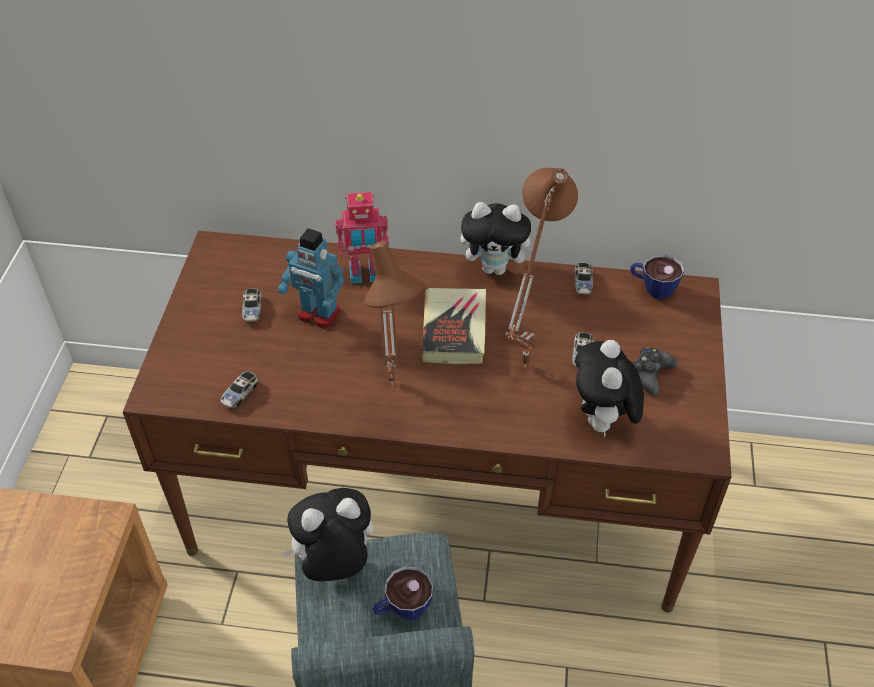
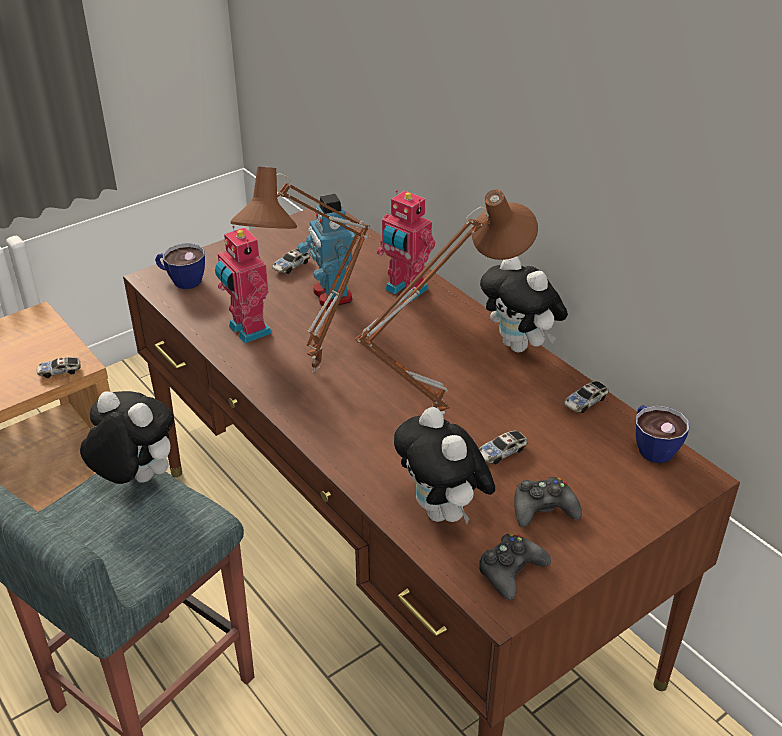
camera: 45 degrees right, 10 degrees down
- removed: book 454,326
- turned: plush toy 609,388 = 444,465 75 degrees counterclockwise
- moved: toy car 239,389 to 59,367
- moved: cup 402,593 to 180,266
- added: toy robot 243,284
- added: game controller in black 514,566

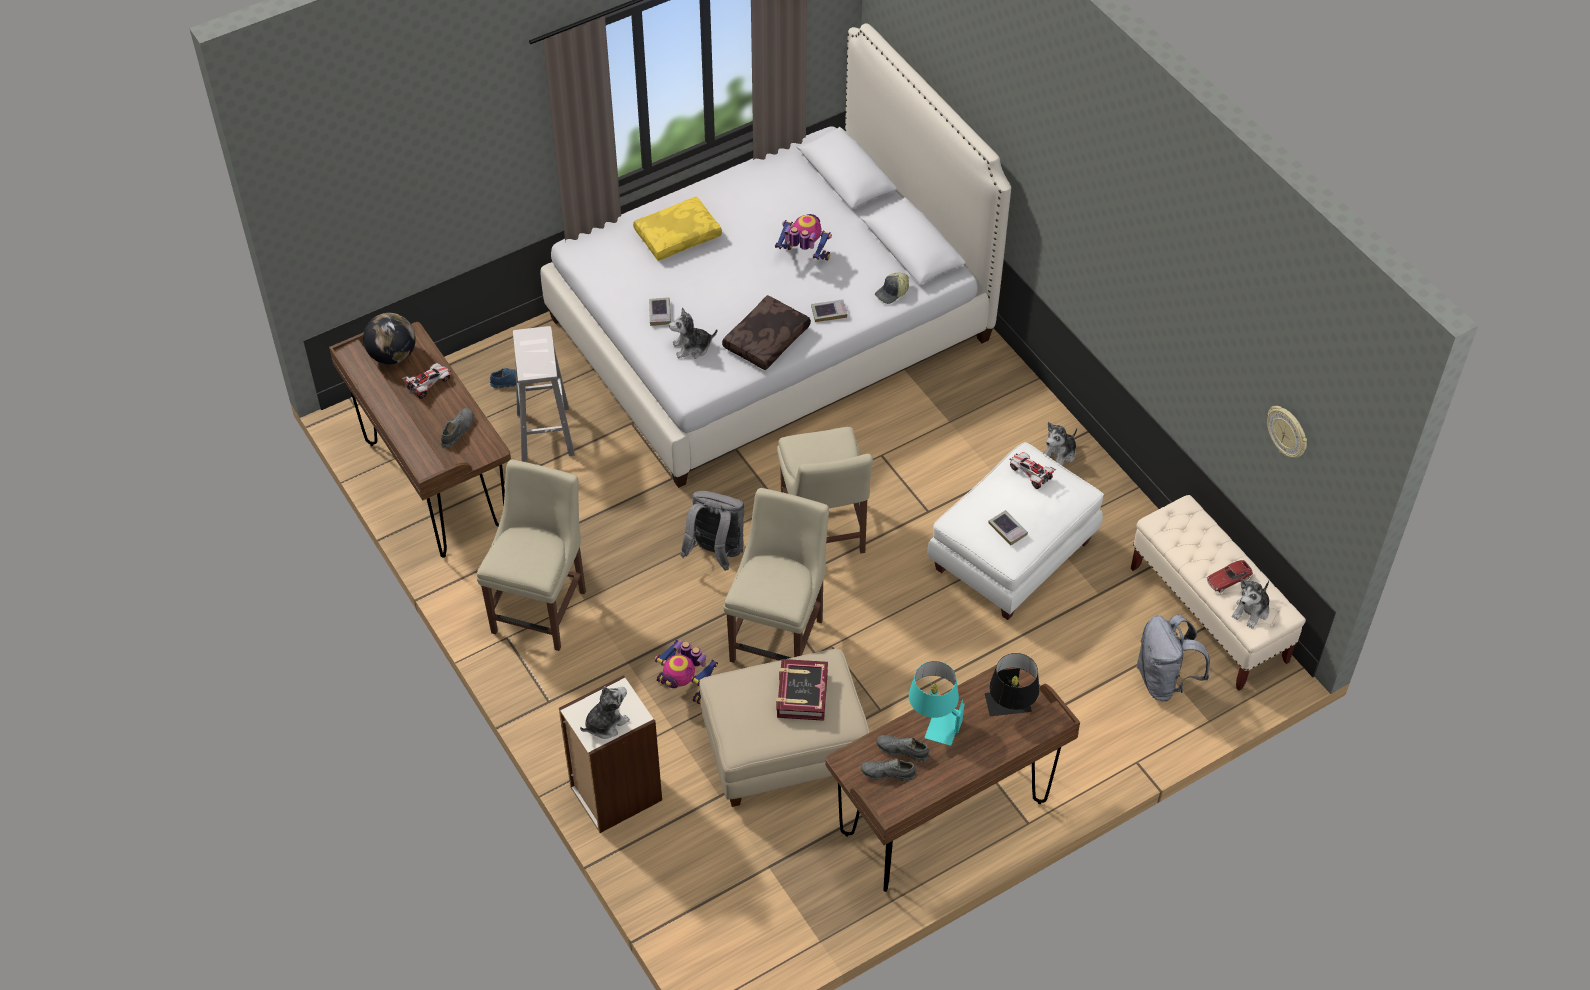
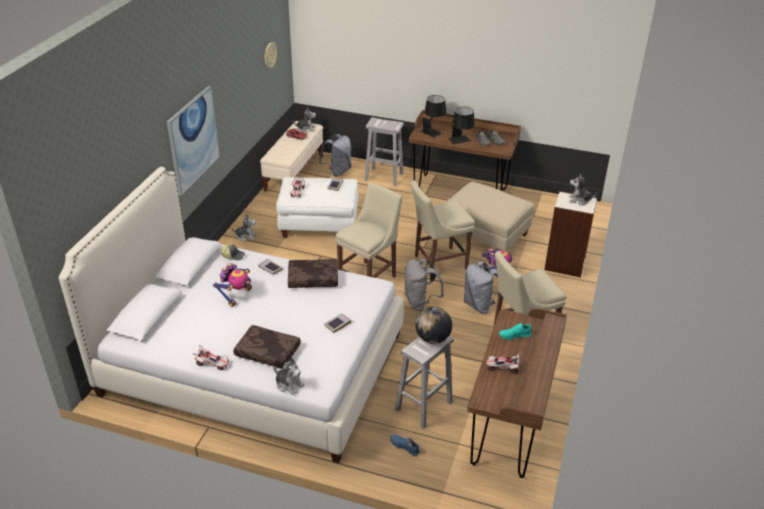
camera: 130 degrees left, 15 degrees down
- recoloured: pillow in yellow 677,228 to pillow in brown 267,347
- turned: toy robot 803,237 = 232,285 135 degrees counterclockwise
- moved: plush toy 693,333 to 289,376
- moved: globe 389,338 to 433,325
- recoloured: shoe in grey 456,427 to shoe in turquoise 515,331
- removed: book 802,690
- recoloured: table lamp in turquoise 936,703 to table lamp in black 461,125
- added: picture 193,141
- added: stool in white 384,151
- added: backpack in grey 481,288
- added: toy car 211,357

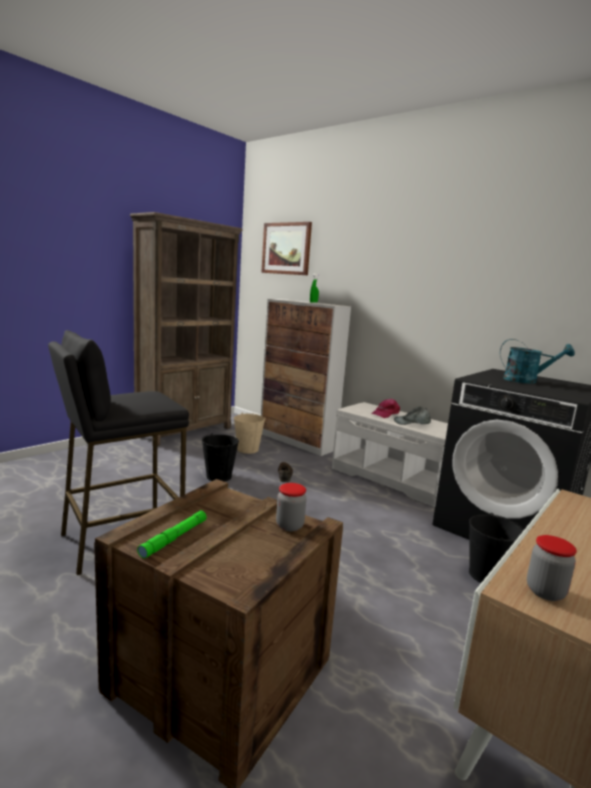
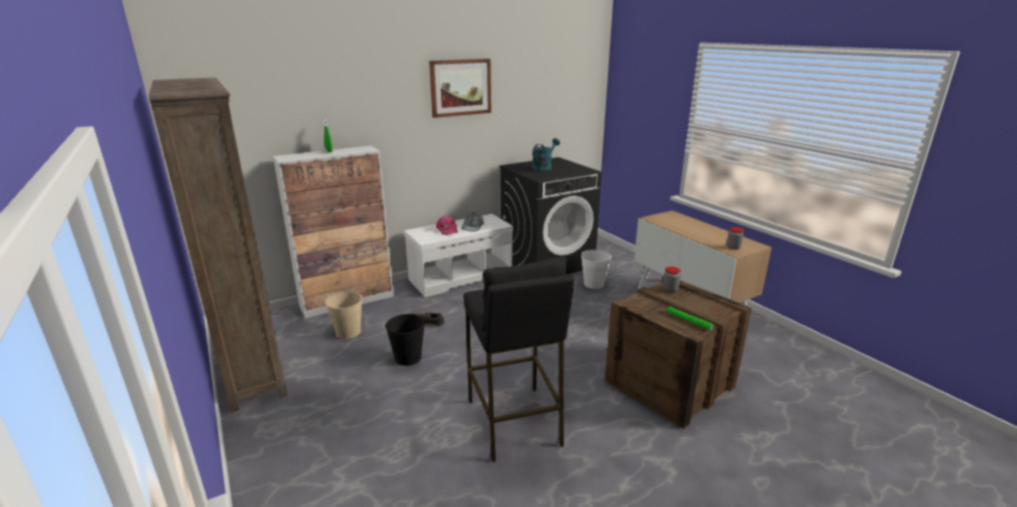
camera: 70 degrees left, 10 degrees up
- moved: picture 286,248 to 460,88
- recoloured: bucket in black 496,548 to bucket in white 596,269

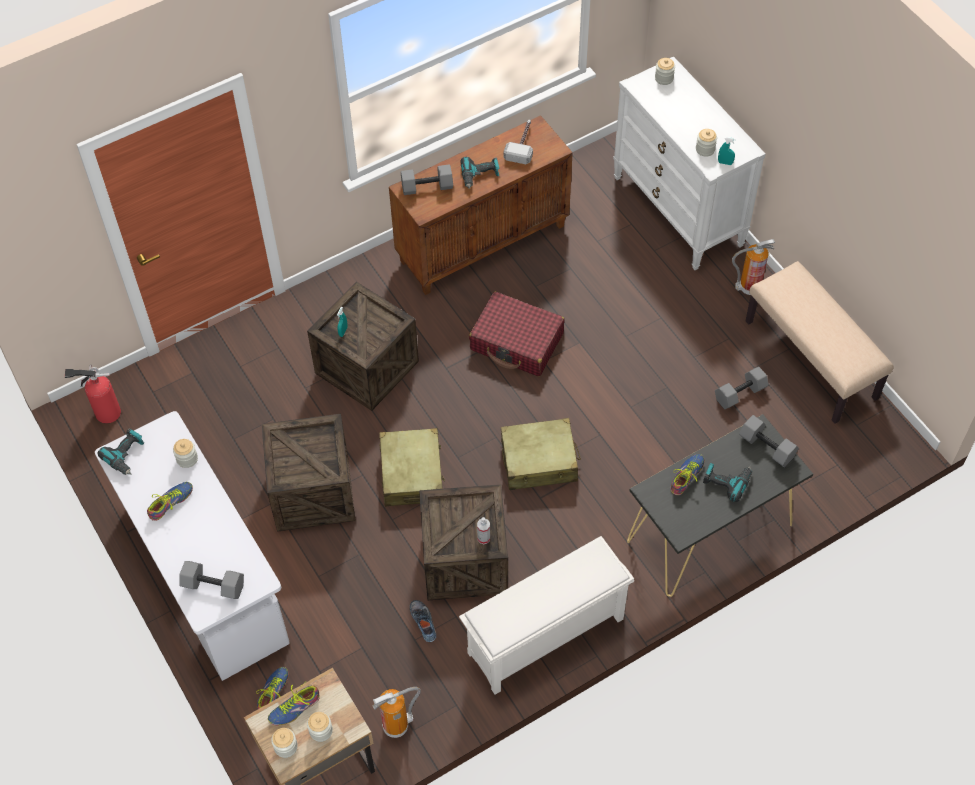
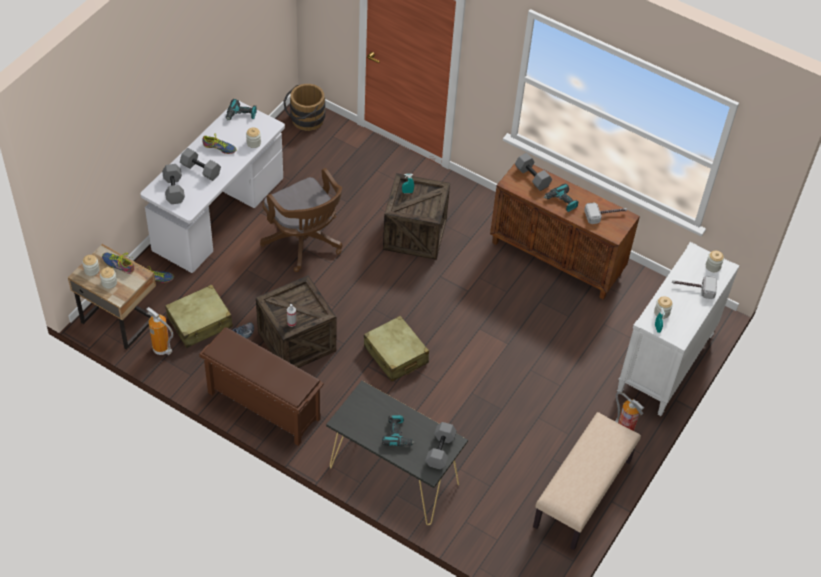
camera: 60 degrees right, 5 degrees down
- removed: suitcase in red 517,333
- replaced: fire extinguisher 93,394 to bucket in brown 304,107
- moved: dumbbell in grey 742,388 to 200,164
- replaced: crate 308,473 to office chair in brown 301,220
- moved: suitcase in beige 412,467 to 199,316
- removed: shoe 687,474
- recoloured: shoe rack in white 546,615 to shoe rack in brown 261,386
- added: hammer 694,287

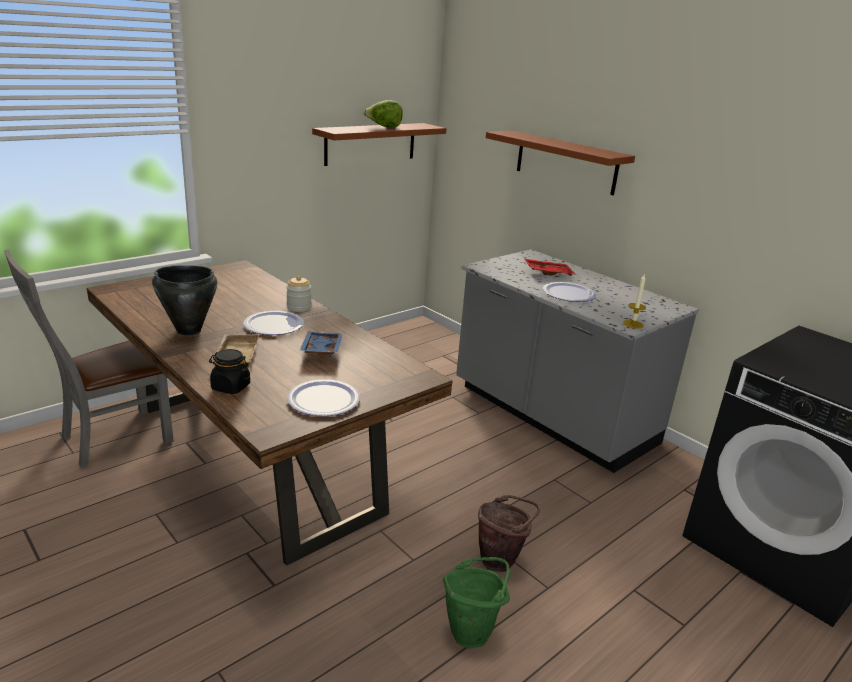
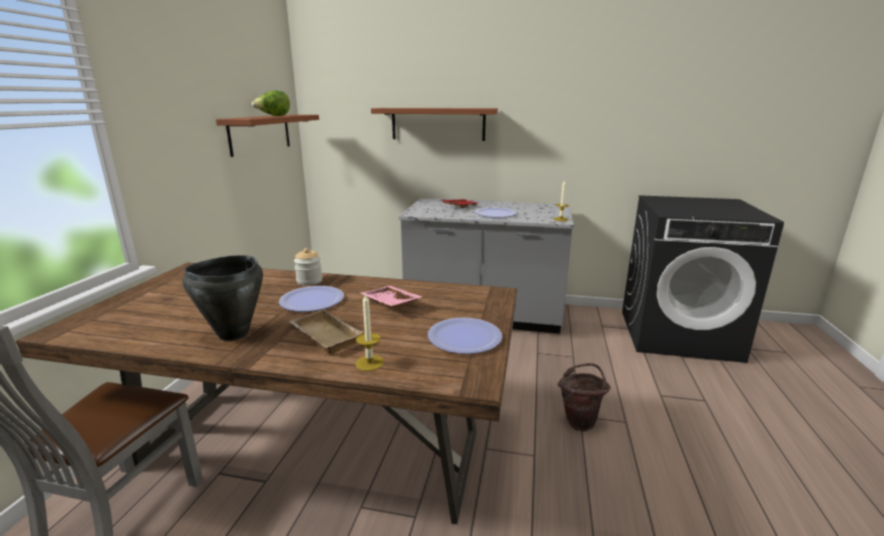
camera: 35 degrees left, 5 degrees down
- recoloured: tray in blue 321,342 to tray in pink 391,296
- replaced: jar in black 229,371 to candle 370,332
- removed: bucket in green 476,602

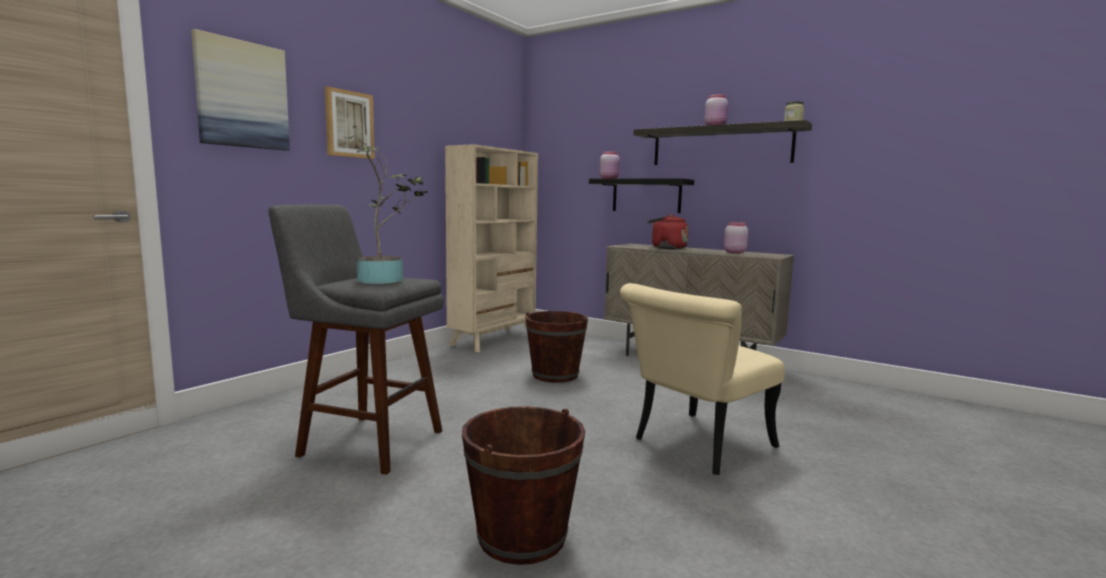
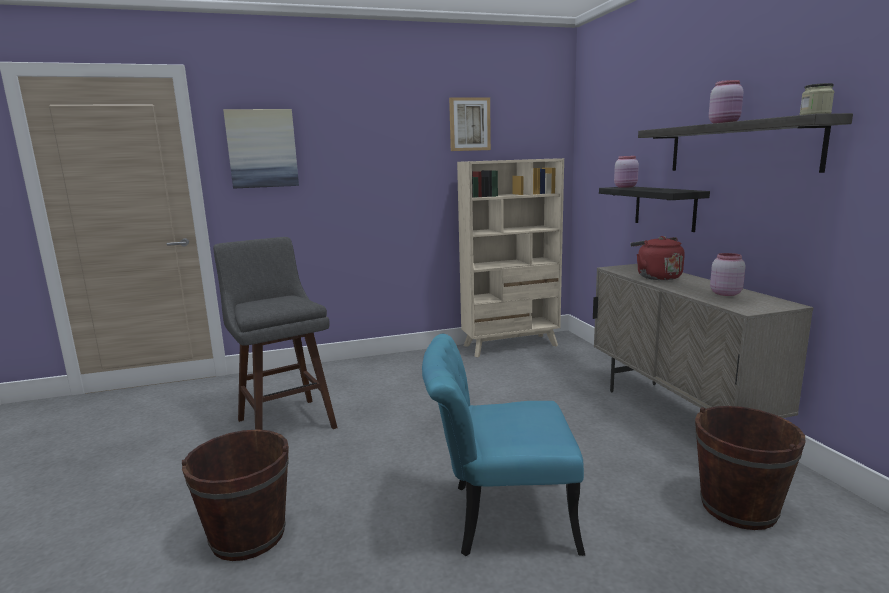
camera: 40 degrees right, 5 degrees up
- moved: picture 350,122 to 470,124
- removed: potted plant 385,209
- recoloured: chair in beige 702,379 to chair in turquoise 503,445
- moved: bucket in brown 556,347 to 750,468

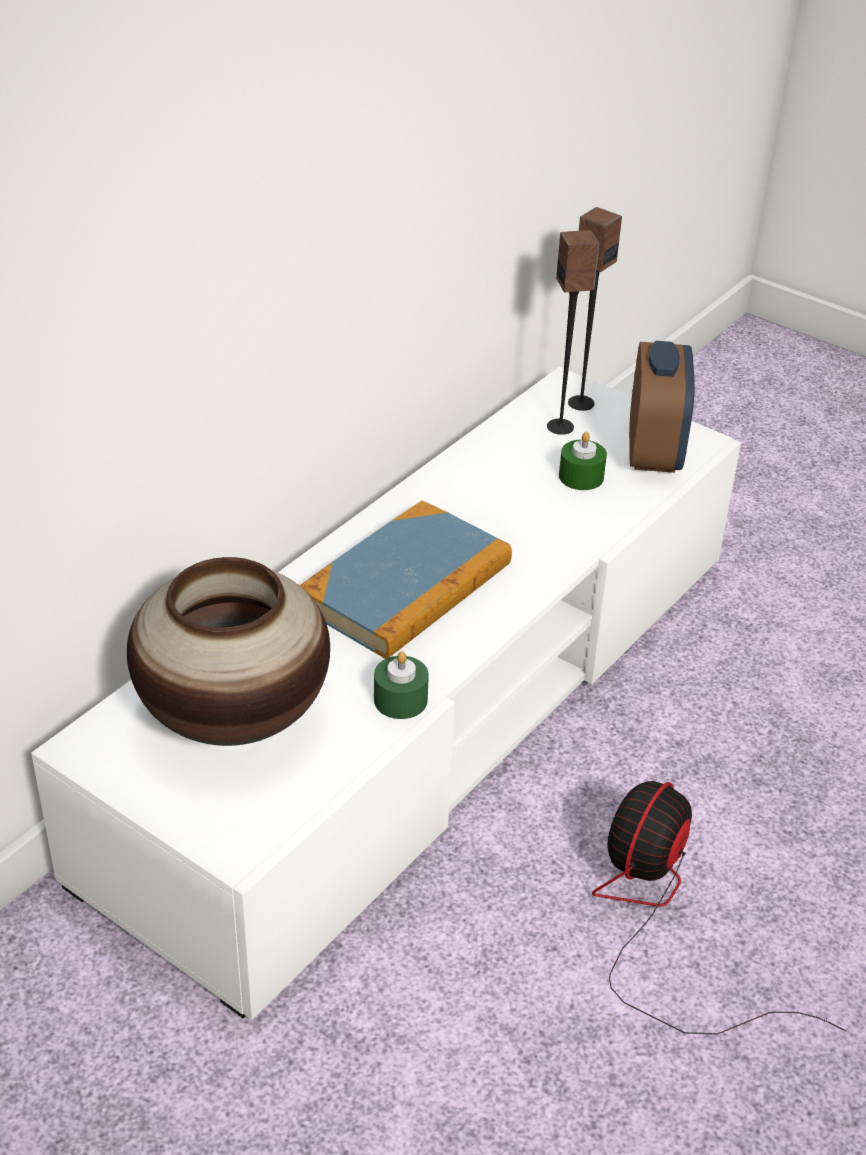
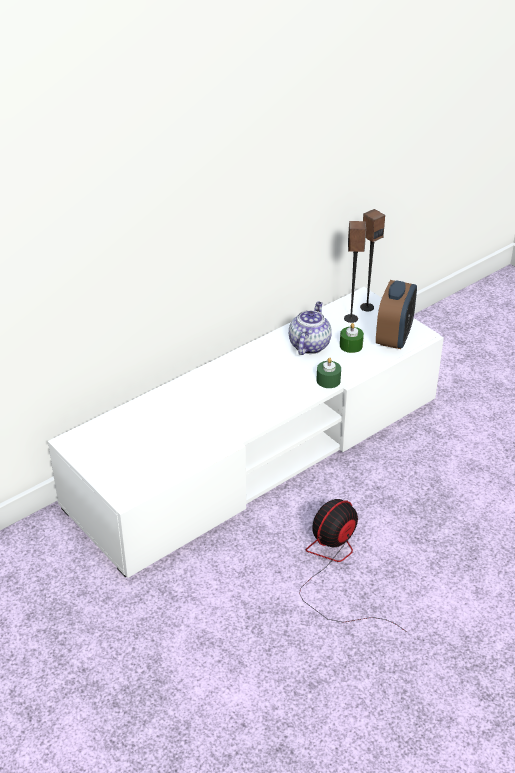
camera: 15 degrees right, 0 degrees up
- removed: book 406,579
- removed: vase 228,651
- moved: candle in green 401,685 to 328,373
- added: teapot 310,328

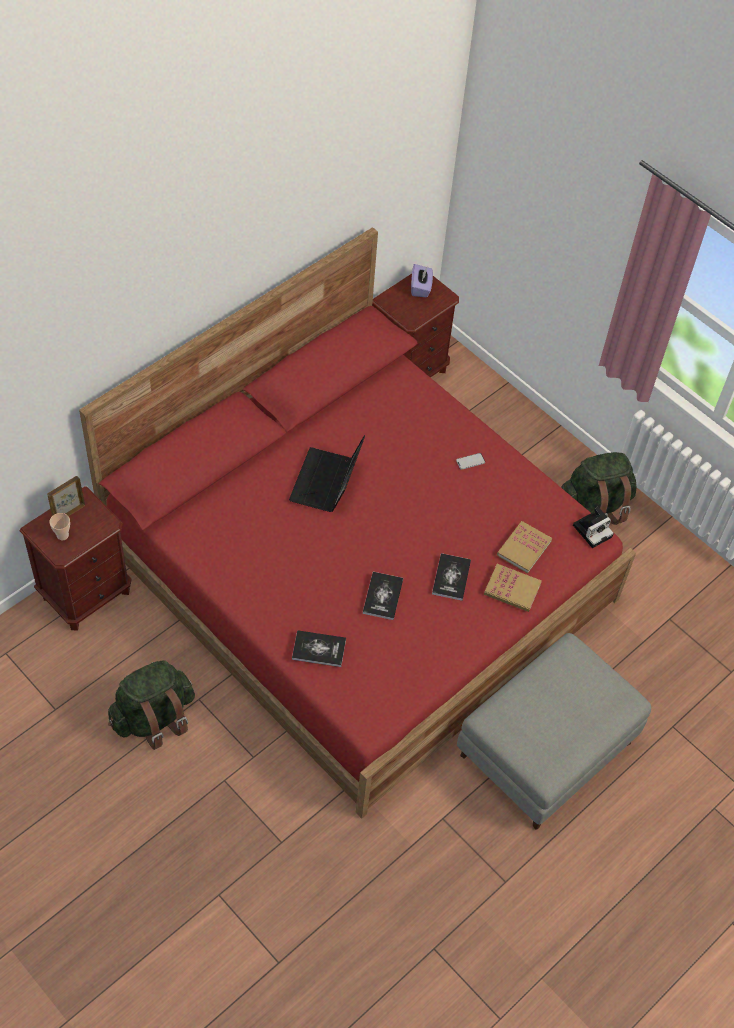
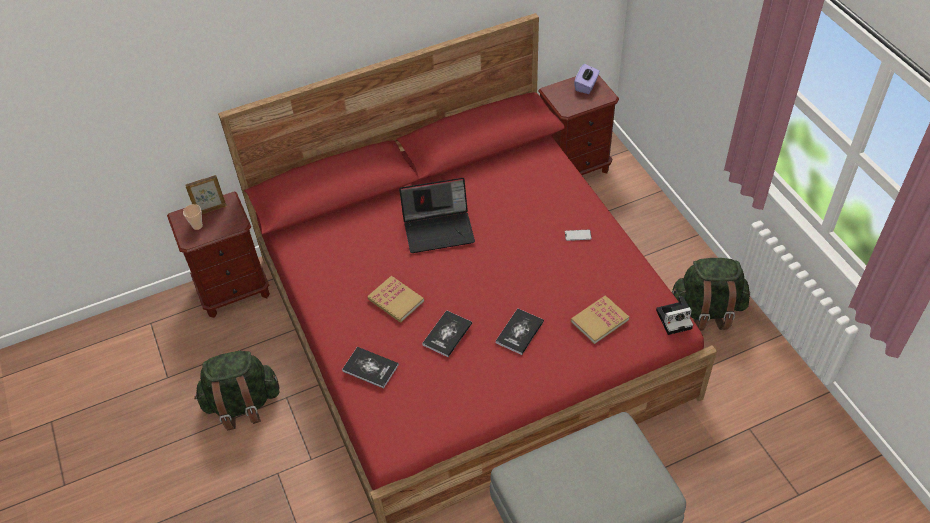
camera: 25 degrees right, 5 degrees down
- turned: laptop 327,473 = 437,215 135 degrees counterclockwise
- moved: book 513,588 to 396,299

